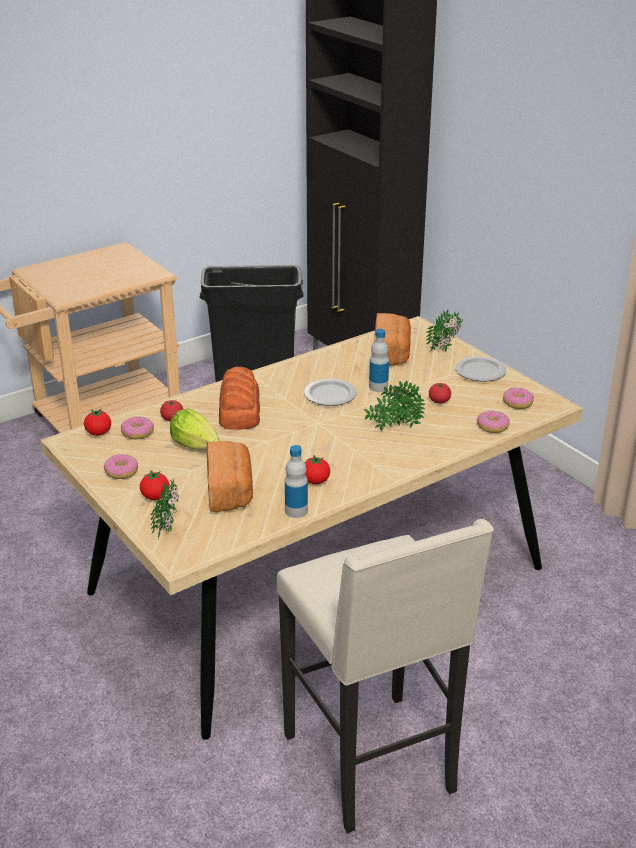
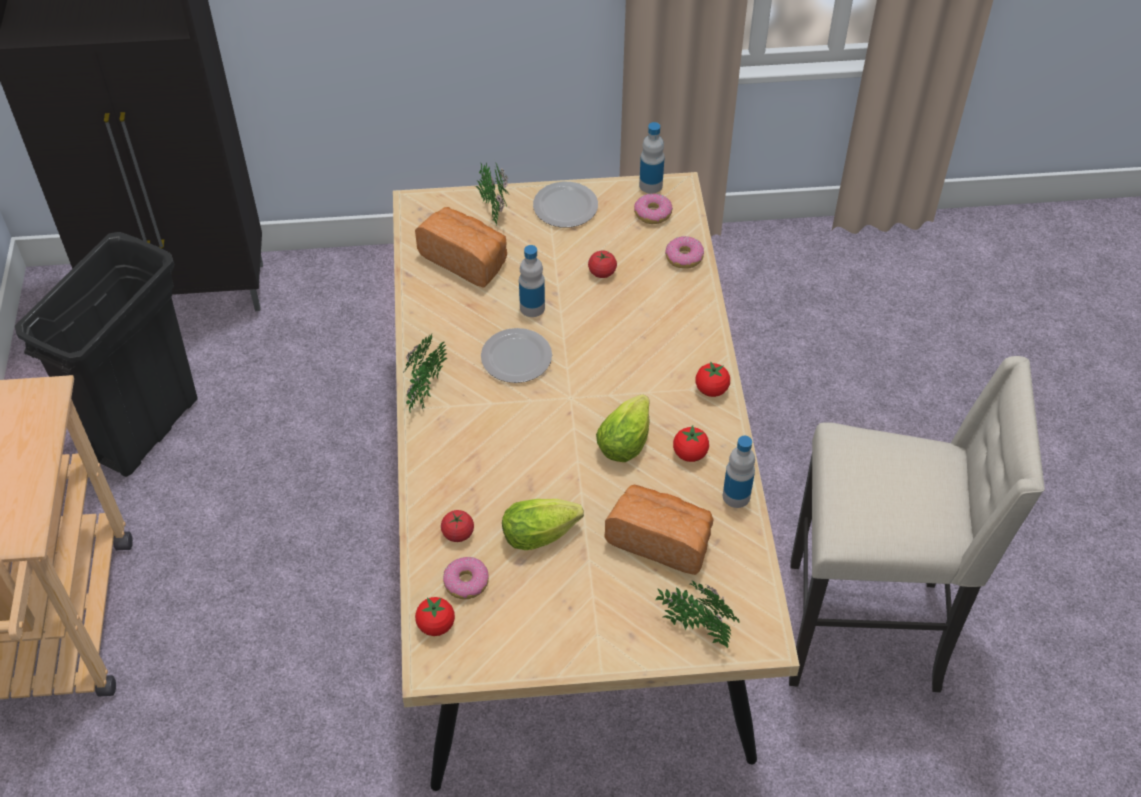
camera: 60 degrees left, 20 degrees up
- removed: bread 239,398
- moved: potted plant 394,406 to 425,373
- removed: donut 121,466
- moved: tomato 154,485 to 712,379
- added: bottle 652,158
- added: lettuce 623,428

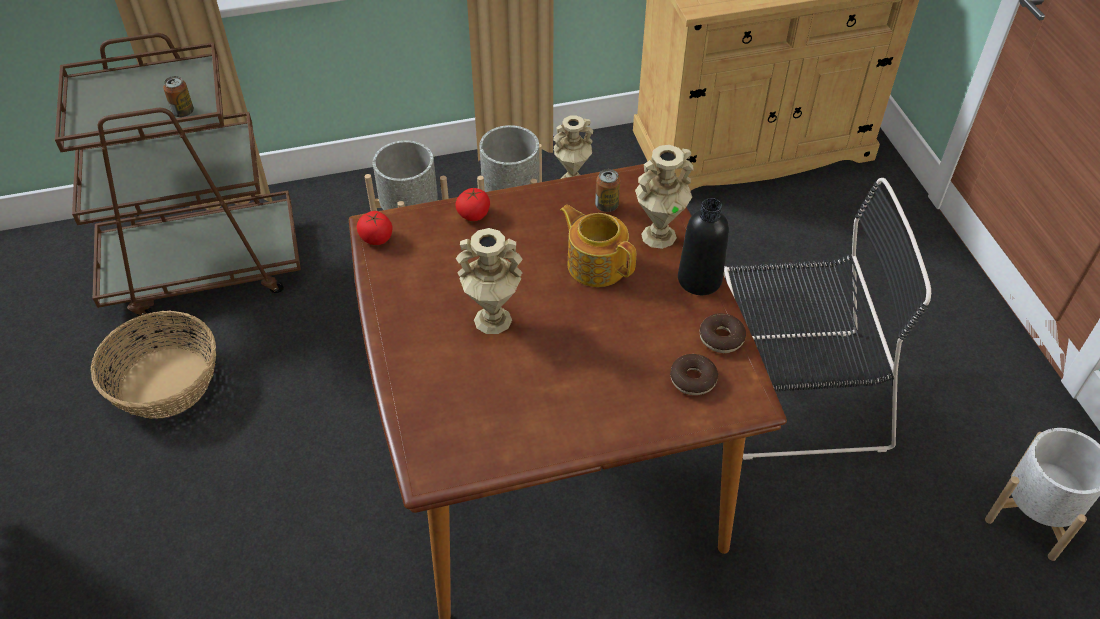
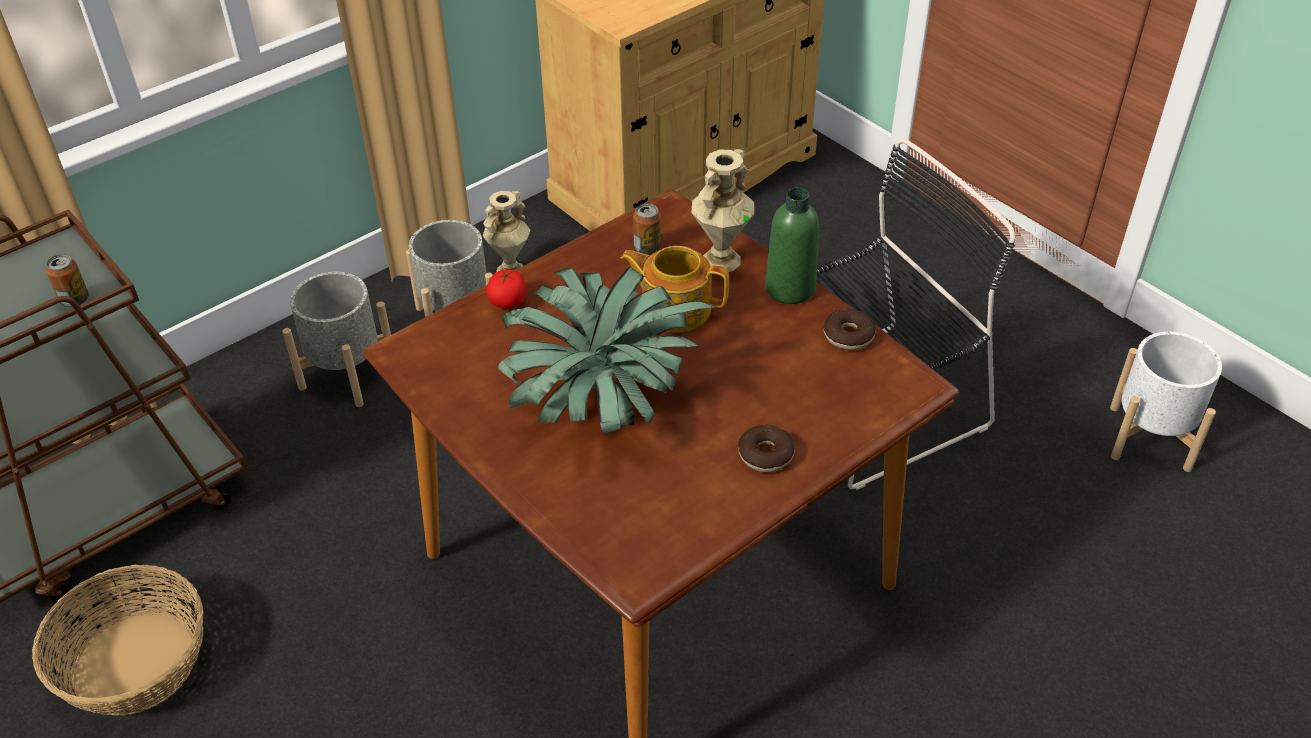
camera: 25 degrees left, 5 degrees down
- recoloured: bottle in black 703,246 to bottle in green 792,246
- removed: tomato 374,228
- replaced: vase in beige 489,281 to potted plant 608,350
- moved: donut 694,374 to 766,448

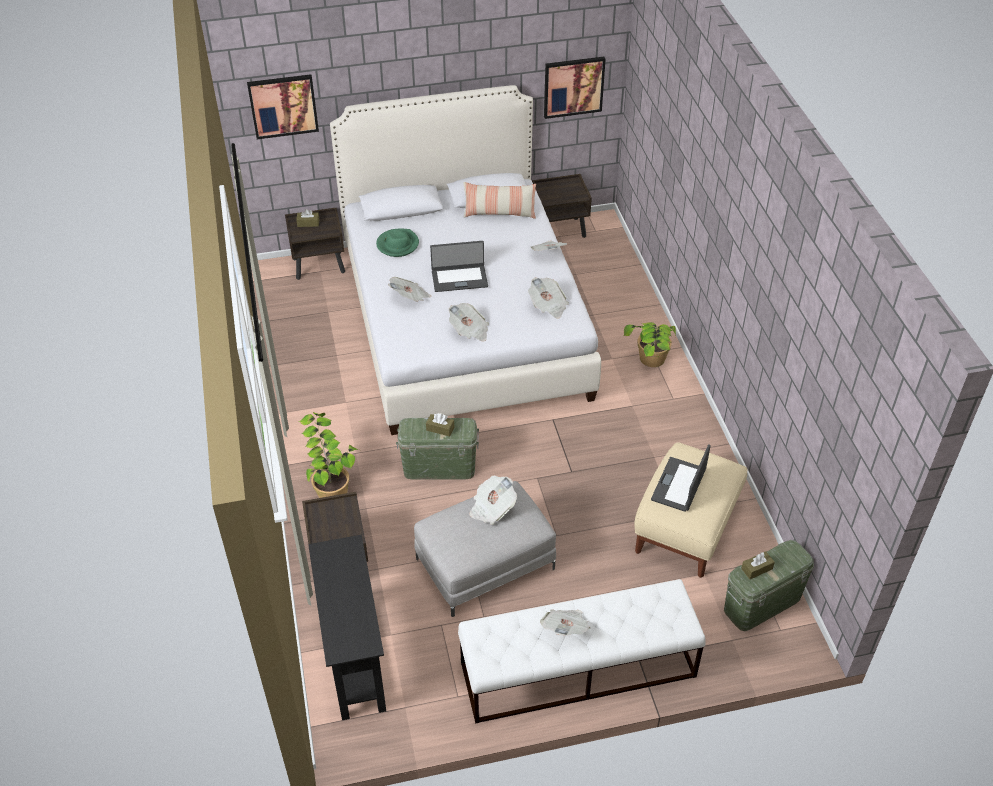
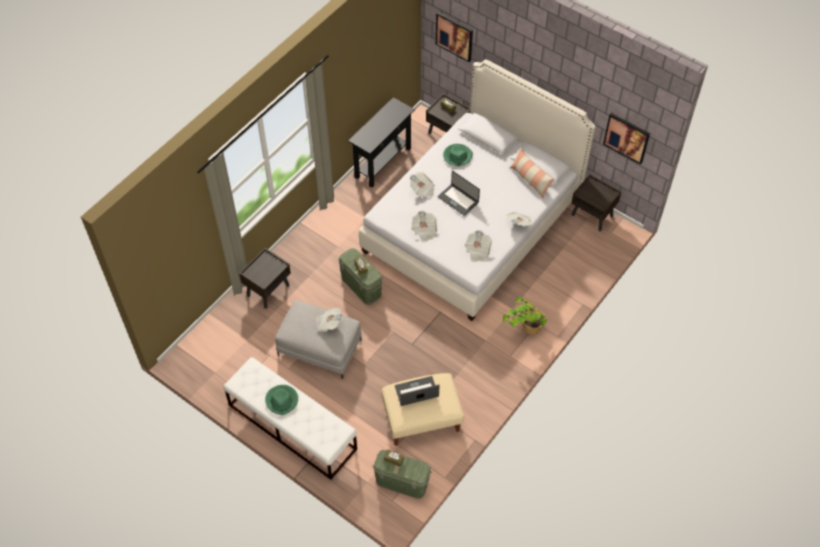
camera: 50 degrees right, 10 degrees up
- removed: potted plant 329,455
- moved: console table in black 347,627 to 381,142
- replaced: newspaper 565,622 to hat in green 281,400

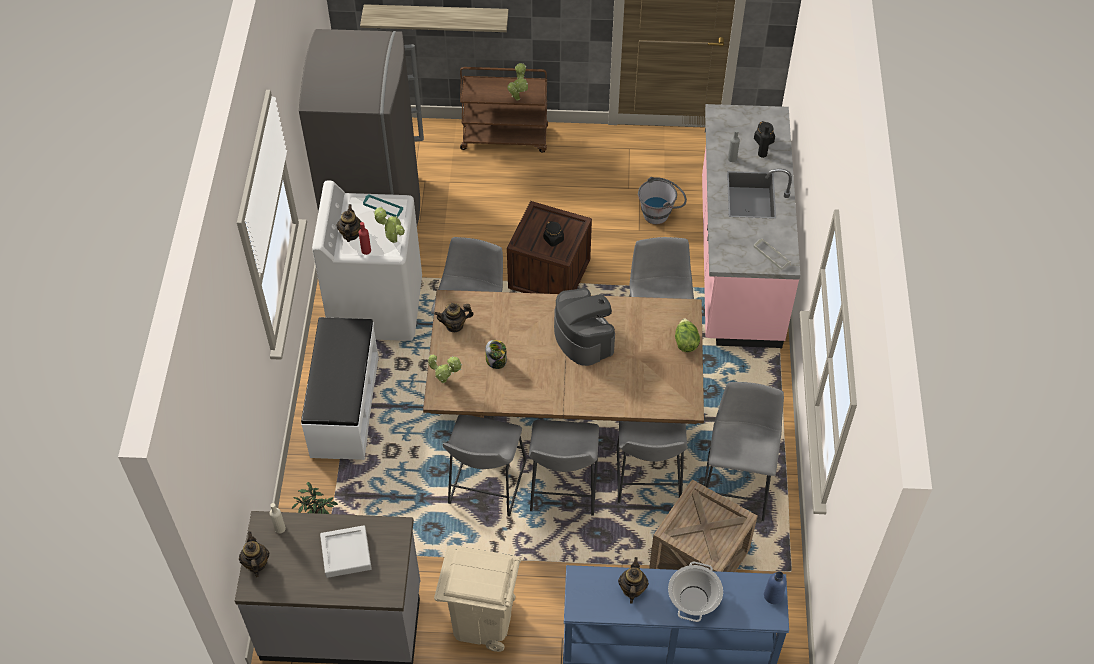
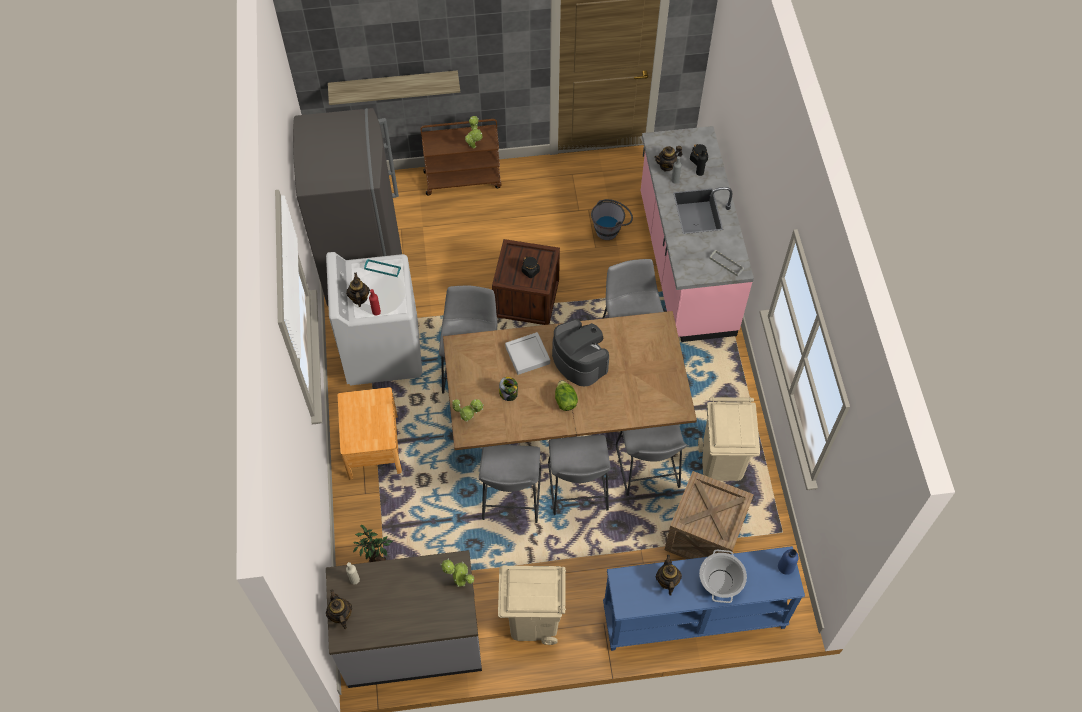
camera: 10 degrees left, 5 degrees up
- moved: potted plant 389,224 to 457,573
- moved: teapot 454,317 to 668,158
- replaced: bench in white 340,388 to nightstand in brown 370,433
- moved: lettuce 687,335 to 566,395
- replaced: stool in grey 744,451 to trash can in beige 729,439
- moved: tray in grey 346,551 to 527,353

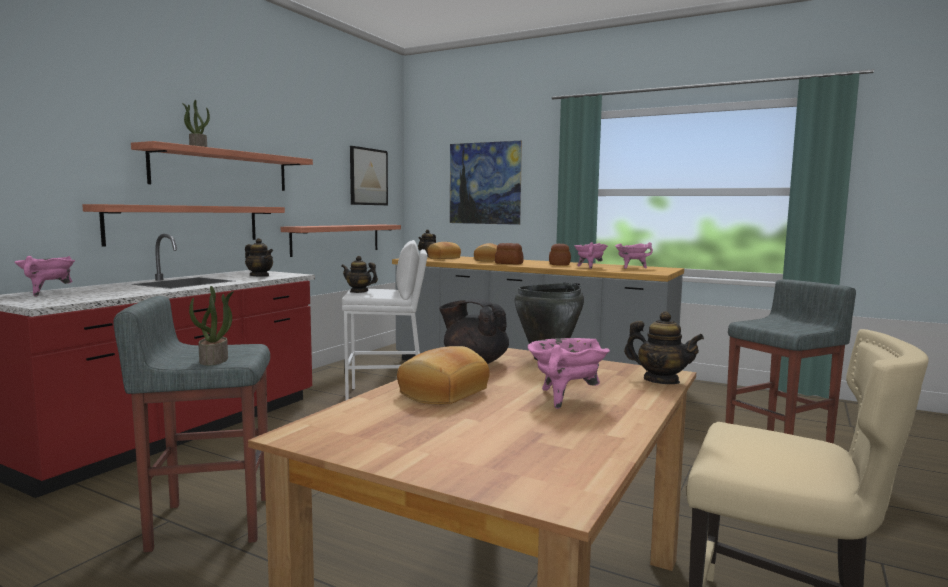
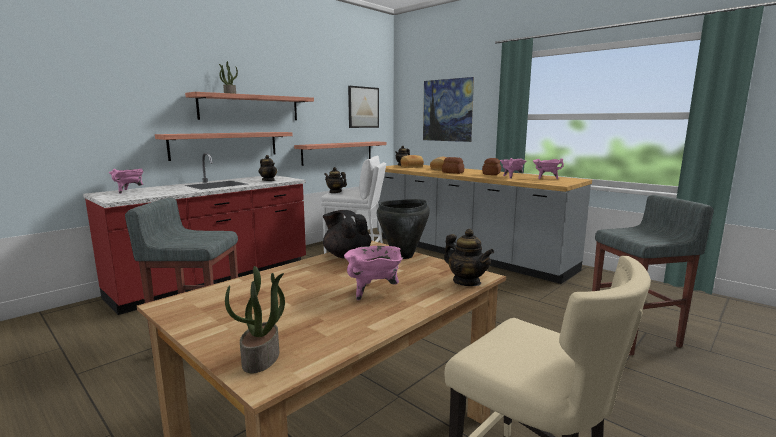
camera: 15 degrees right, 5 degrees up
- moved: potted plant 211,326 to 255,319
- removed: bread 443,375

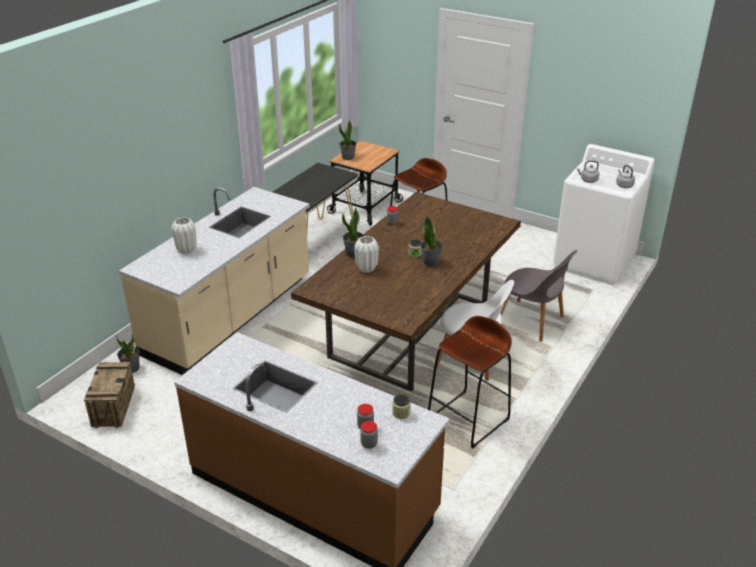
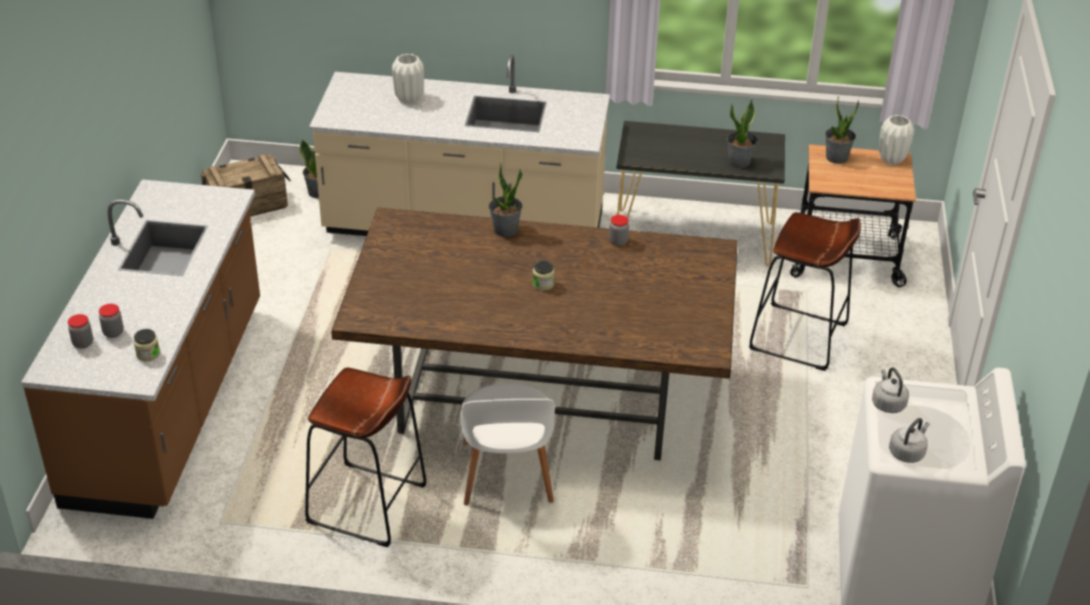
camera: 65 degrees right, 5 degrees up
- moved: potted plant 432,242 to 742,133
- moved: vase in white 366,254 to 896,140
- removed: chair in grey 539,296

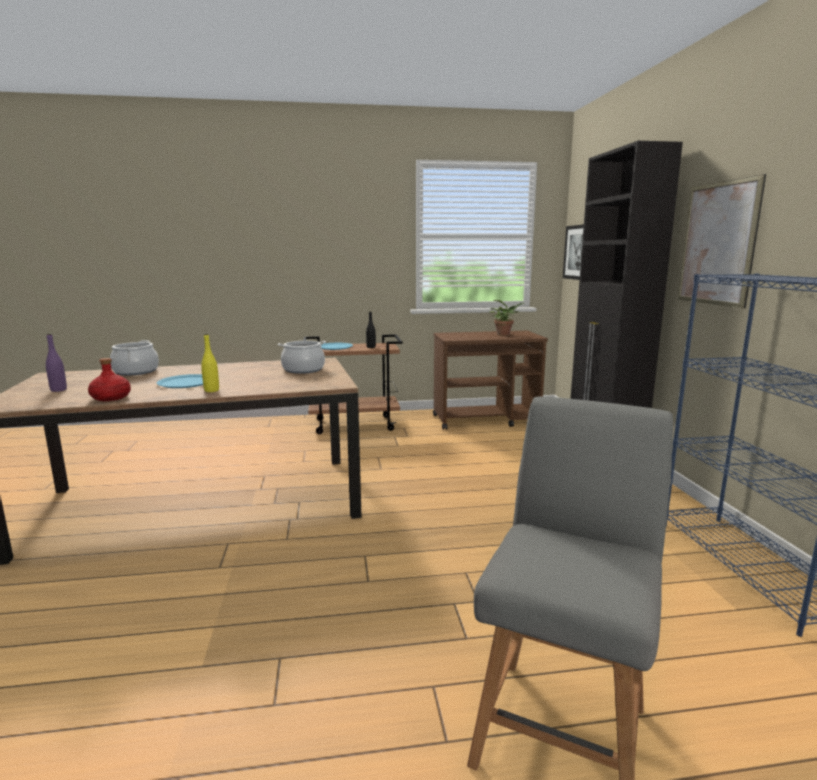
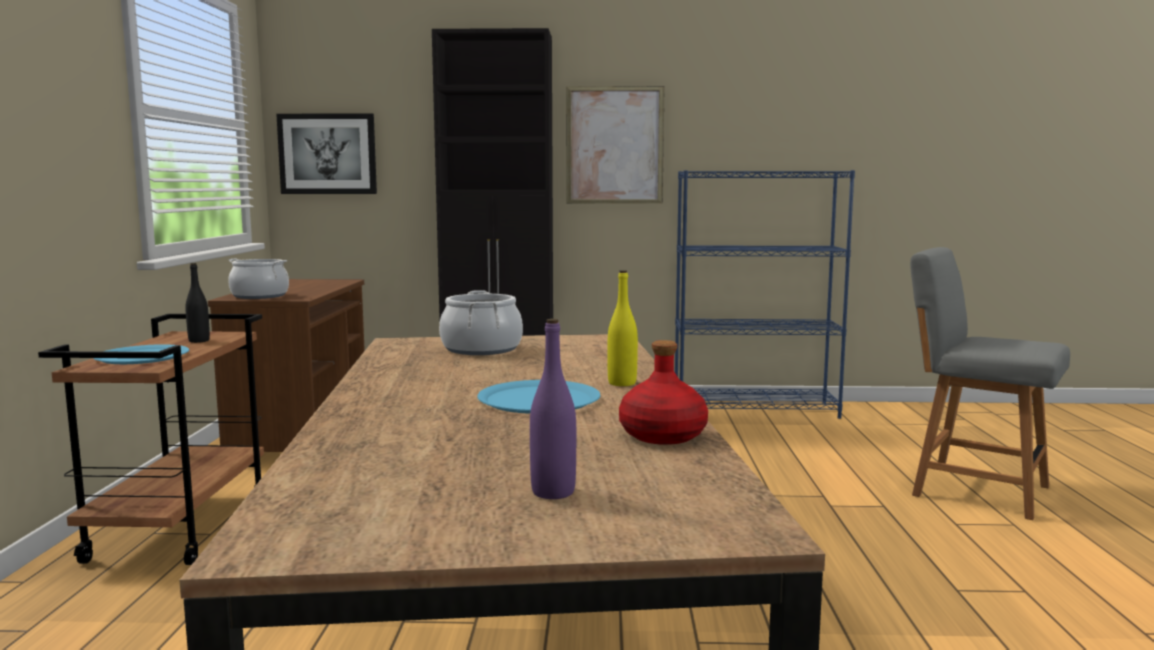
camera: 80 degrees left, 5 degrees down
- removed: potted plant 506,317
- moved: cooking pot 134,357 to 258,279

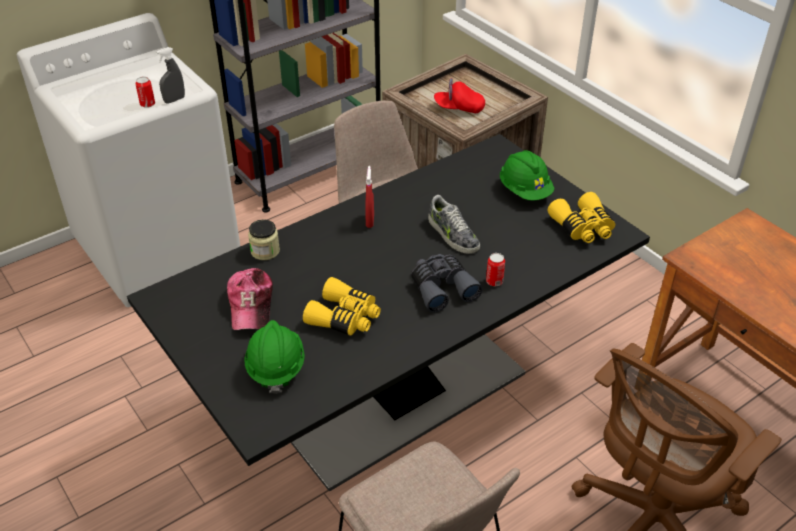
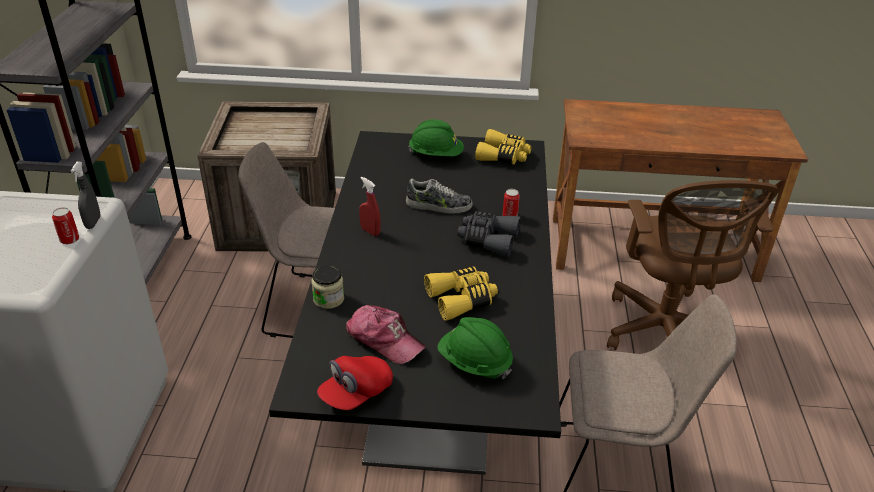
camera: 50 degrees left, 5 degrees down
- moved: cap in red 459,95 to 355,383

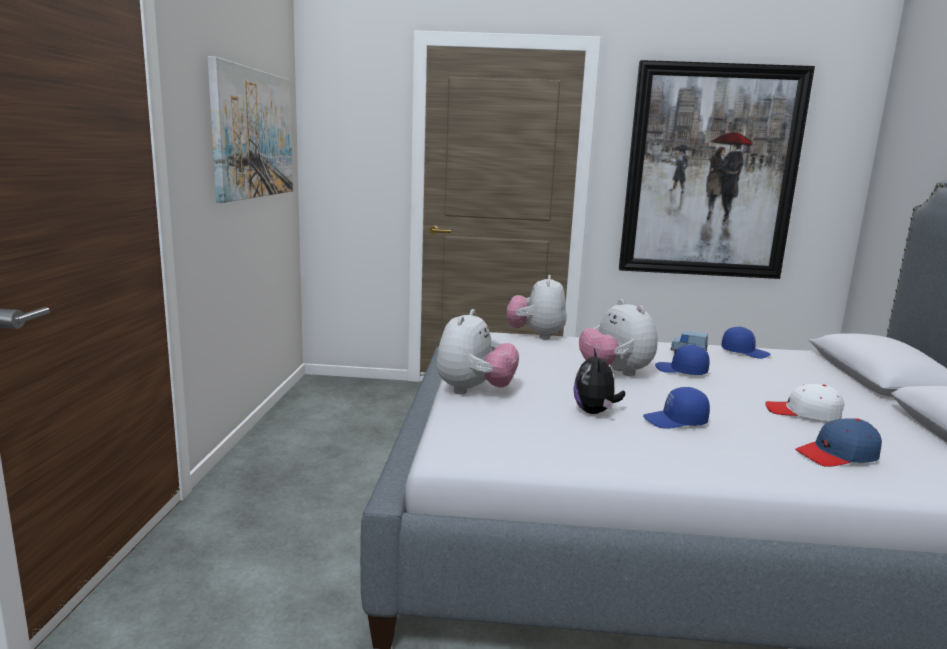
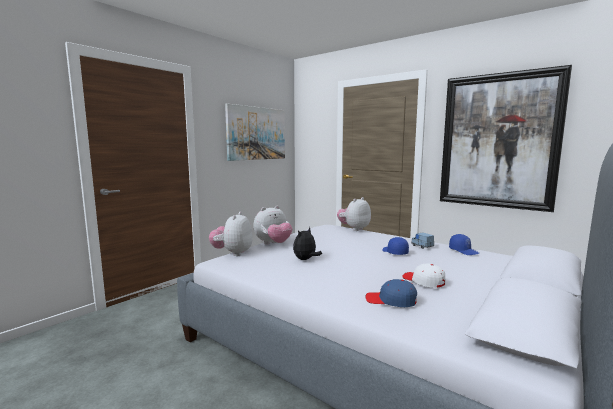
camera: 35 degrees right, 5 degrees down
- moved: plush toy 618,337 to 231,234
- removed: cap in blue 676,408

